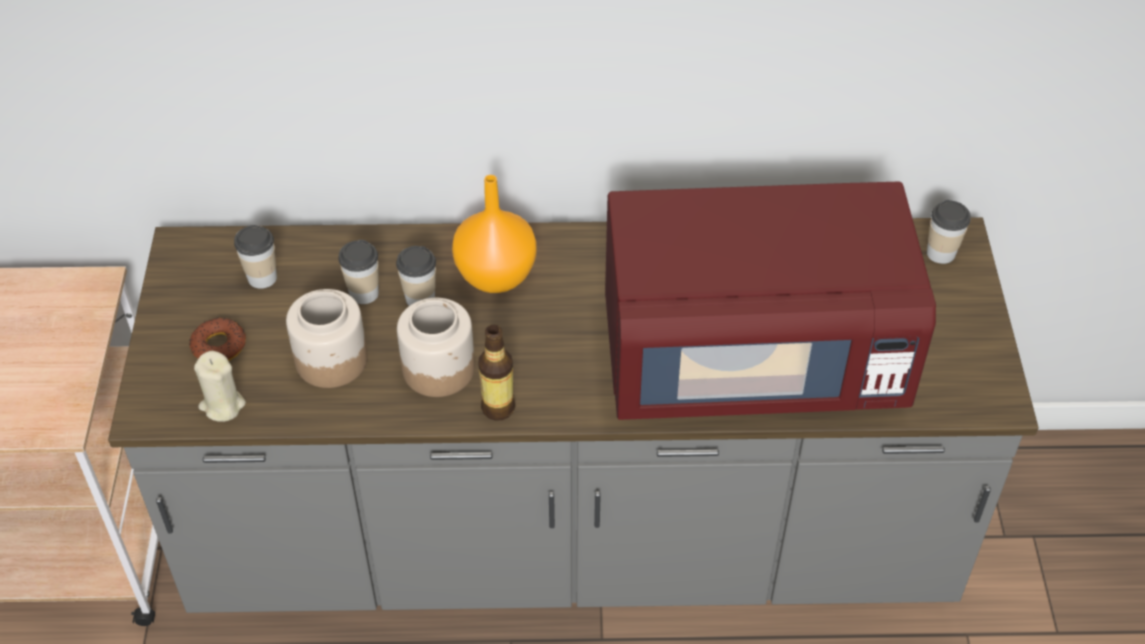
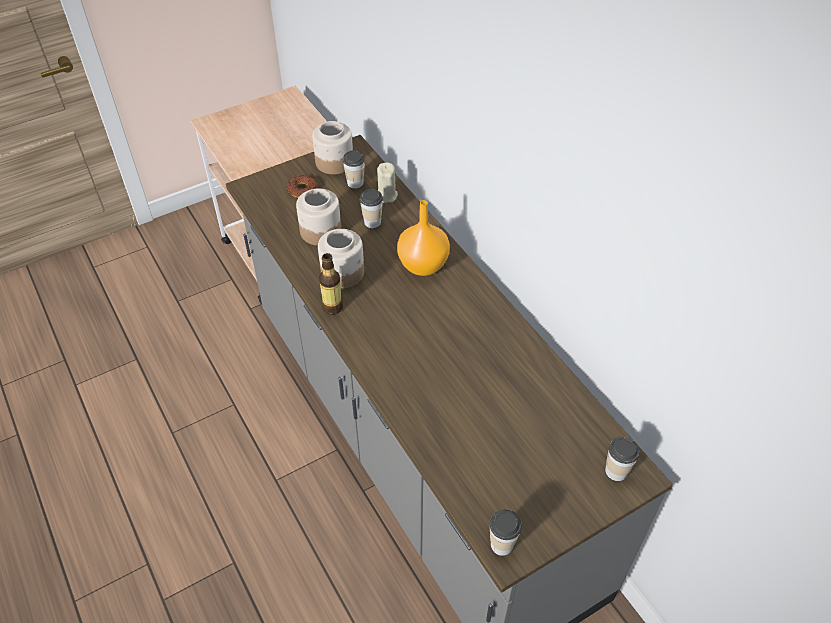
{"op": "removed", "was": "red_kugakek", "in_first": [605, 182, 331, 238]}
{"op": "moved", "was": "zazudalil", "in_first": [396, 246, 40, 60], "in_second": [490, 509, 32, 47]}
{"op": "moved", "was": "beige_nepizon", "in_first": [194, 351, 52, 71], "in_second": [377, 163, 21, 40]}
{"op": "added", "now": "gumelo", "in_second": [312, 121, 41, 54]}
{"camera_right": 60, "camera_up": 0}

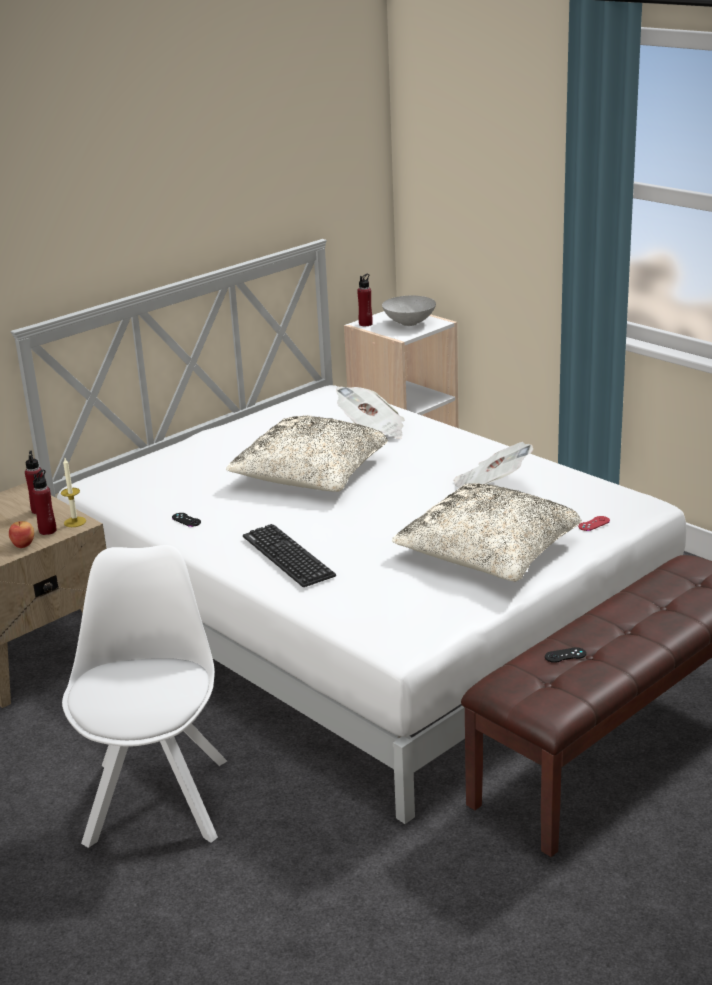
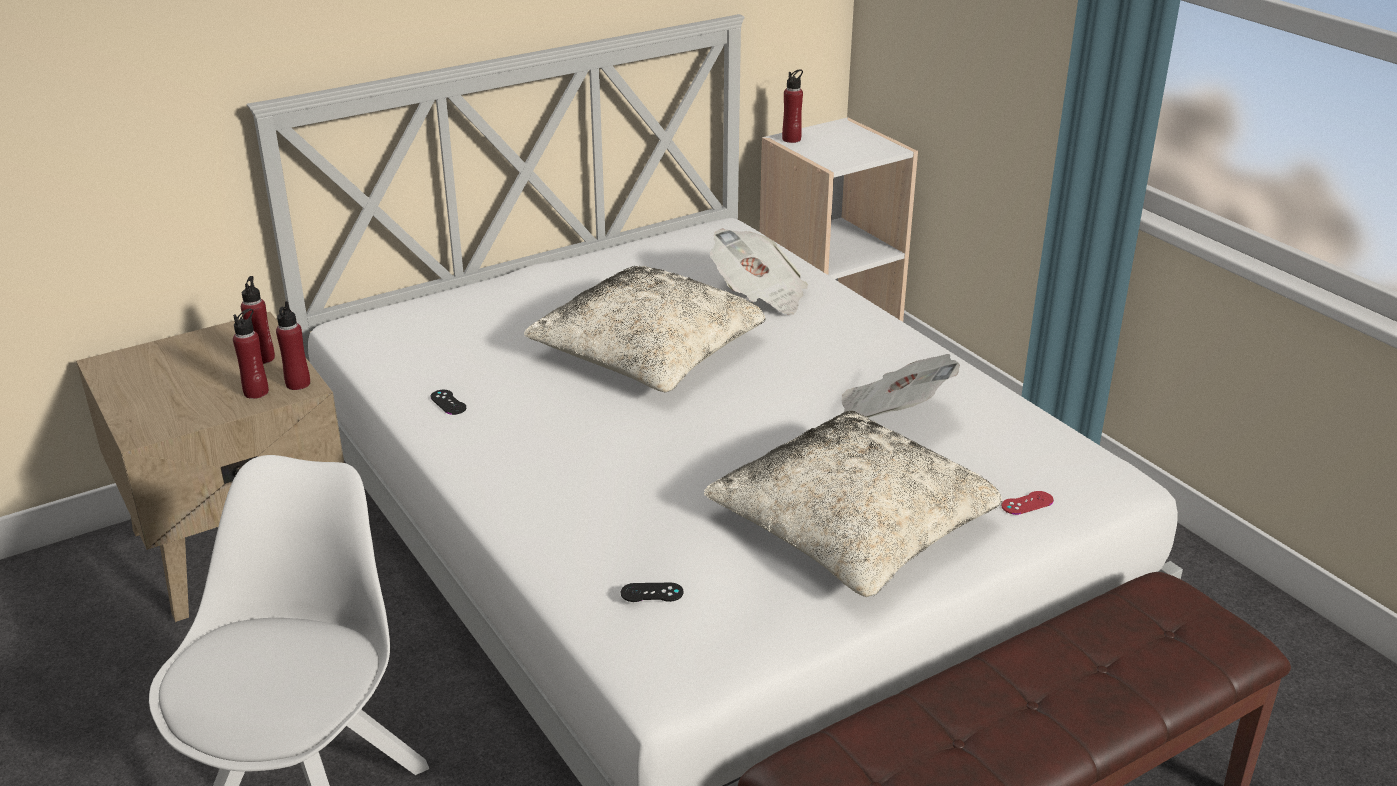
{"op": "removed", "was": "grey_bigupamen", "in_first": [382, 296, 54, 30]}
{"op": "replaced", "was": "nepizon", "now": "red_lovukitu", "in_first": [61, 458, 25, 69], "in_second": [276, 301, 34, 89]}
{"op": "removed", "was": "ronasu", "in_first": [9, 521, 25, 27]}
{"op": "removed", "was": "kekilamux", "in_first": [243, 524, 93, 63]}
{"op": "moved", "was": "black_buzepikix", "in_first": [545, 647, 41, 16], "in_second": [621, 583, 62, 19]}
{"camera_right": 10, "camera_up": 5}

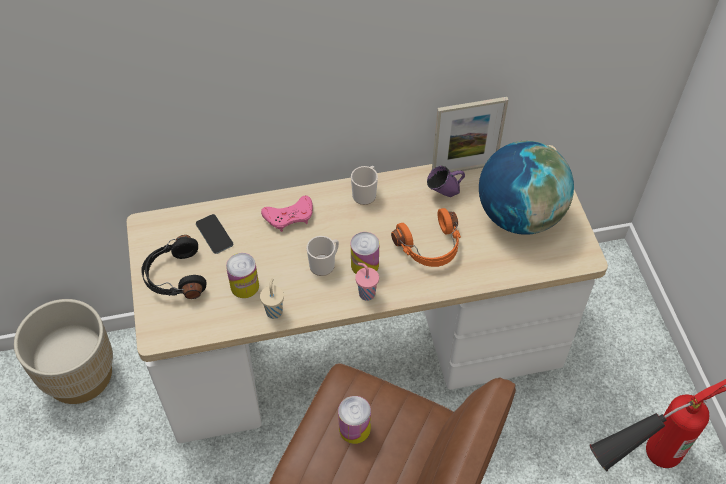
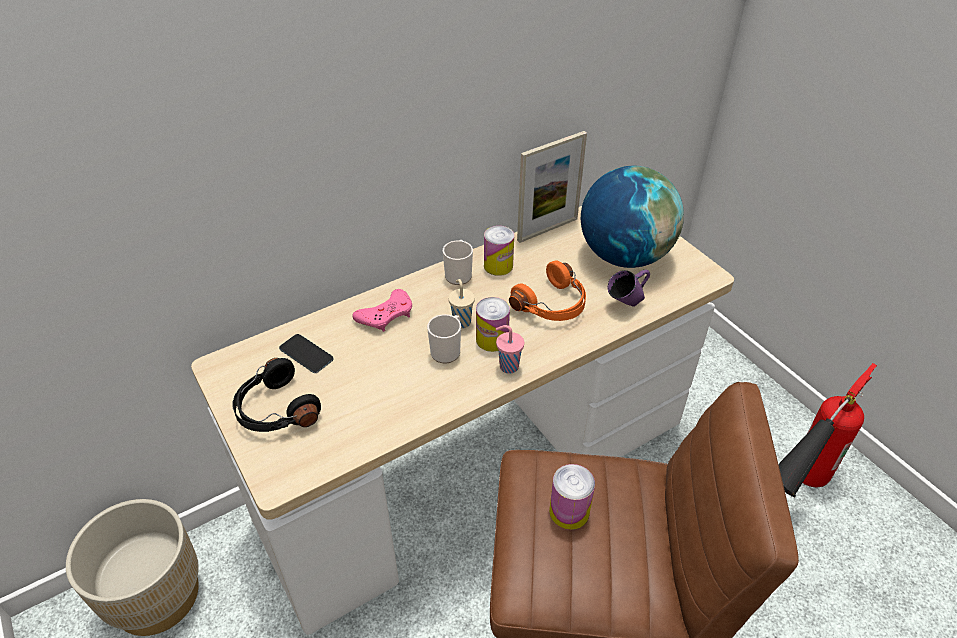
{"op": "moved", "was": "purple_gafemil", "in_first": [427, 166, 38, 31], "in_second": [607, 270, 43, 36]}
{"op": "moved", "was": "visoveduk", "in_first": [226, 253, 33, 45], "in_second": [484, 226, 30, 50]}
{"op": "moved", "was": "beige_zazudalil", "in_first": [260, 278, 24, 41], "in_second": [448, 279, 27, 49]}
{"camera_right": -20, "camera_up": -10}

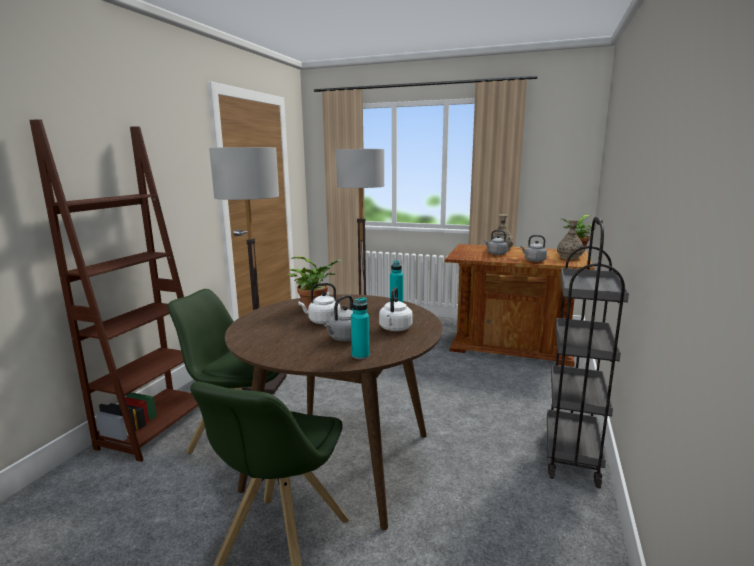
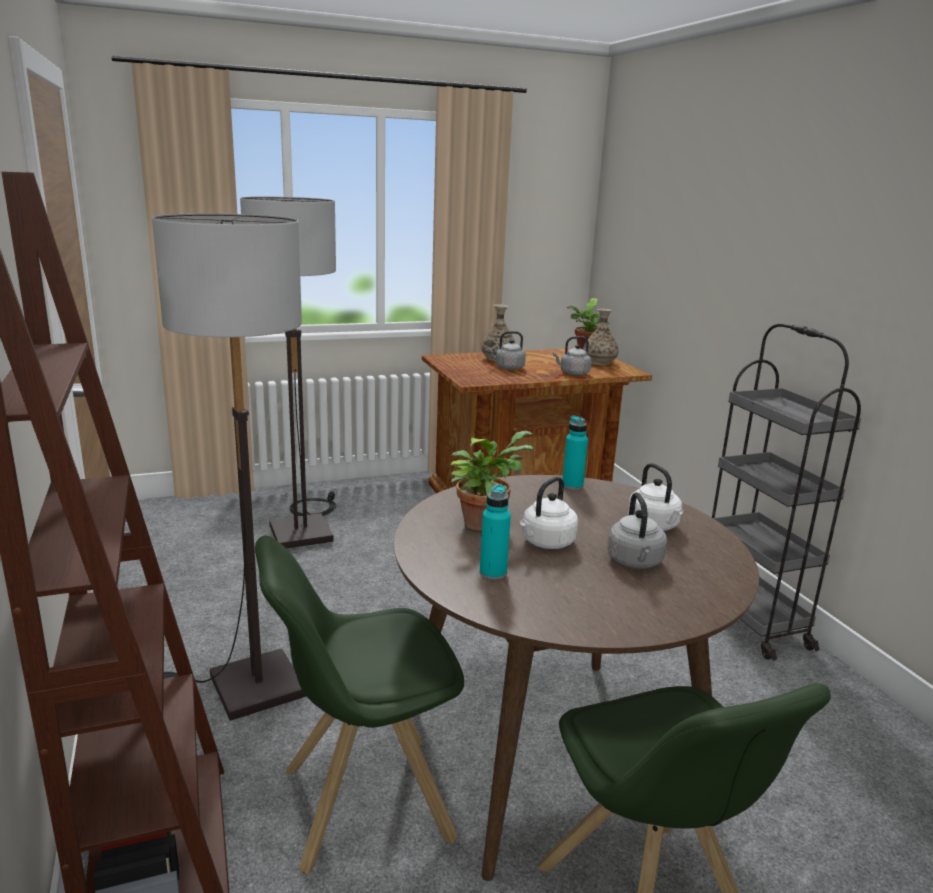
{"op": "moved", "was": "turquoise_lovukitu", "in_first": [351, 297, 19, 62], "in_second": [480, 485, 31, 95]}
{"camera_right": -40, "camera_up": 5}

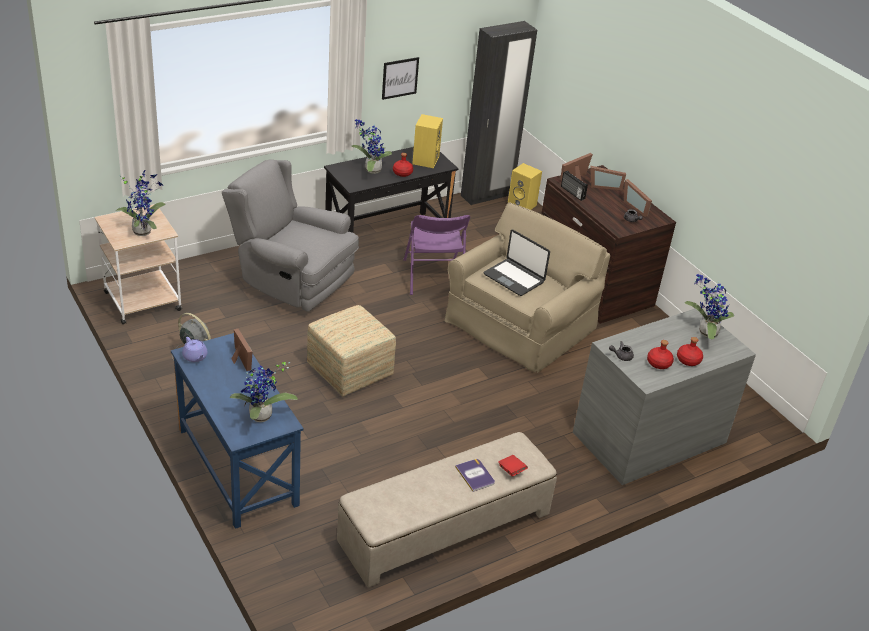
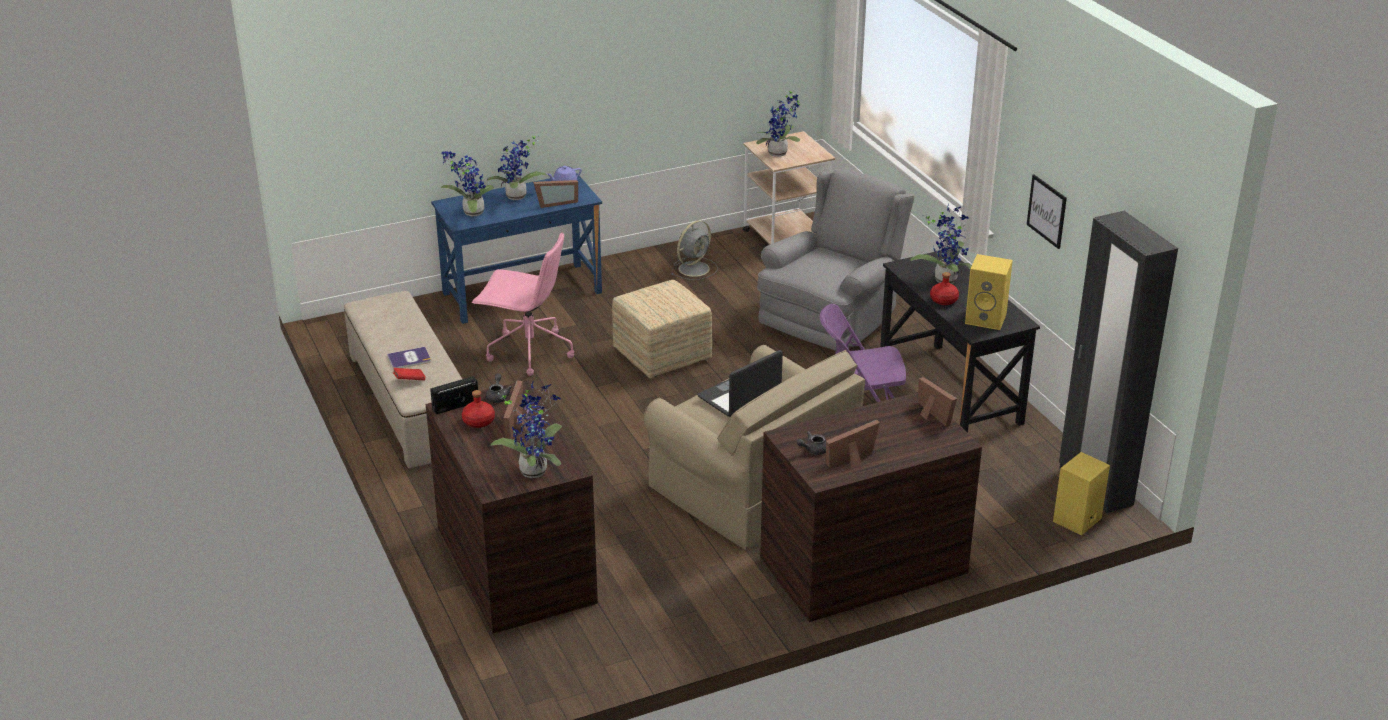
{"op": "moved", "was": "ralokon", "in_first": [590, 166, 36, 24], "in_second": [503, 381, 25, 58]}
{"op": "moved", "was": "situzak", "in_first": [561, 171, 27, 30], "in_second": [430, 376, 48, 38]}
{"op": "recoloured", "was": "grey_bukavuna", "now": "brown_bukavuna", "in_first": [573, 309, 183, 176], "in_second": [426, 380, 172, 254]}
{"op": "removed", "was": "red_lovukitu", "in_first": [677, 337, 26, 29]}
{"op": "added", "now": "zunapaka", "in_second": [487, 135, 61, 65]}
{"op": "added", "now": "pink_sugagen", "in_second": [472, 232, 102, 144]}
{"camera_right": 100, "camera_up": -5}

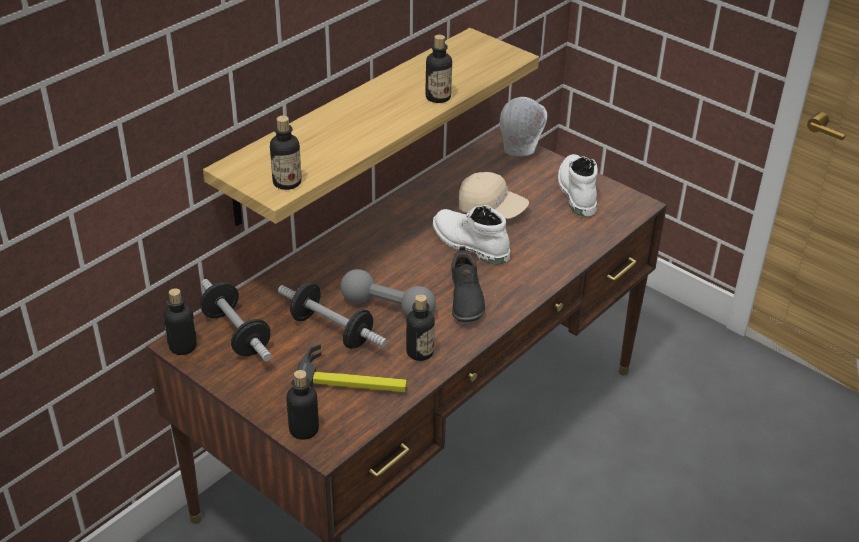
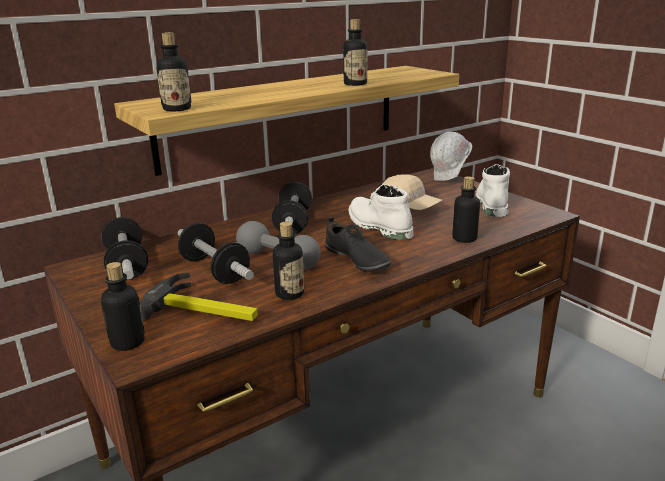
{"op": "turned", "was": "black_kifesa", "in_first": [451, 246, 34, 76], "in_second": [325, 217, 66, 55], "clockwise": -45}
{"op": "moved", "was": "lovukitu", "in_first": [164, 288, 33, 67], "in_second": [452, 176, 28, 67]}
{"op": "added", "now": "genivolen", "in_second": [272, 181, 40, 53]}
{"camera_right": 15, "camera_up": -15}

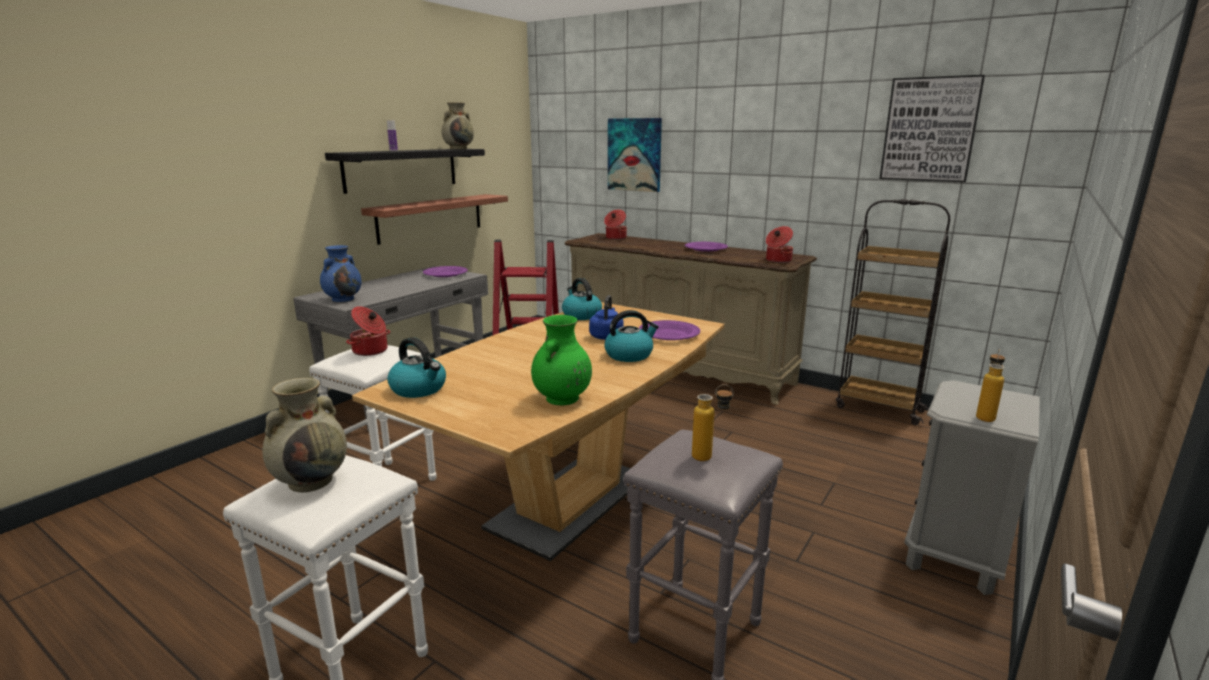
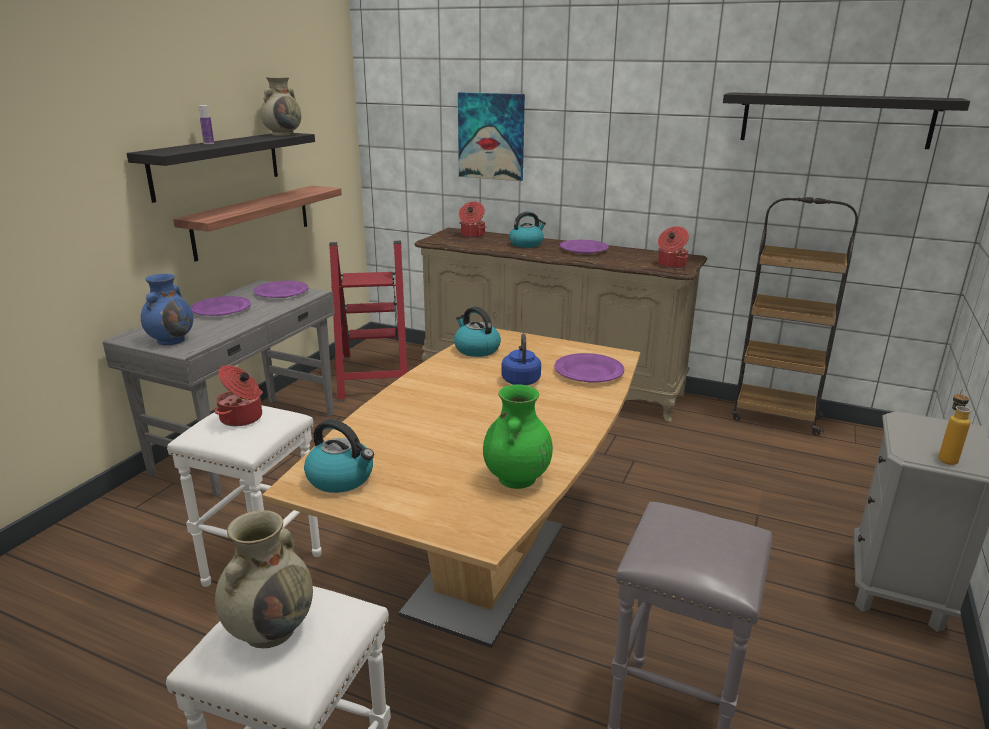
{"op": "replaced", "was": "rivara", "now": "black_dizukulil", "in_first": [879, 75, 106, 107], "in_second": [723, 92, 247, 57]}
{"op": "moved", "was": "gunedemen", "in_first": [604, 310, 55, 52], "in_second": [509, 212, 37, 36]}
{"op": "removed", "was": "lovukitu", "in_first": [692, 384, 42, 77]}
{"op": "added", "now": "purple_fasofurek", "in_second": [191, 296, 60, 20]}
{"camera_right": -10, "camera_up": 5}

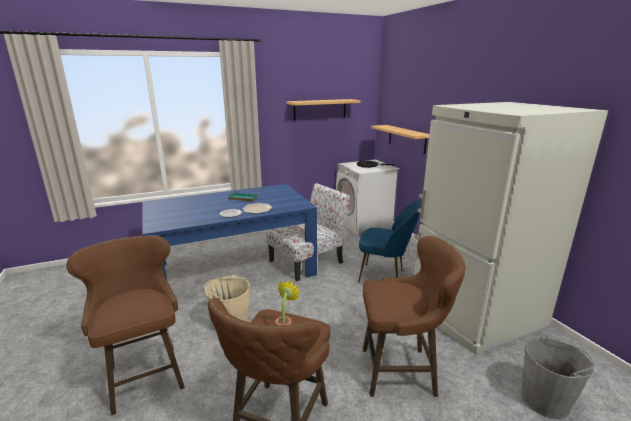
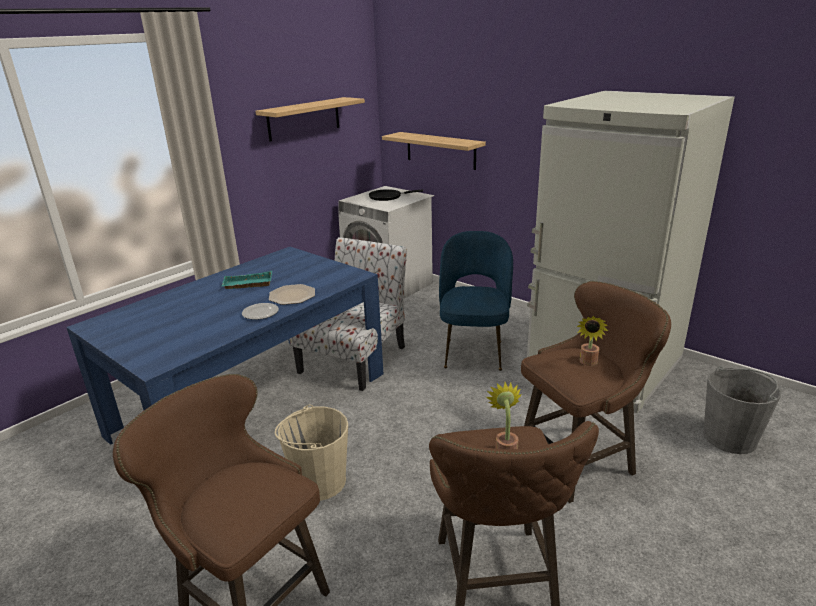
{"op": "turned", "was": "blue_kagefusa", "in_first": [358, 200, 64, 83], "in_second": [439, 231, 74, 140], "clockwise": -75}
{"op": "added", "now": "zunapaka", "in_second": [577, 316, 31, 50]}
{"camera_right": -25, "camera_up": 5}

